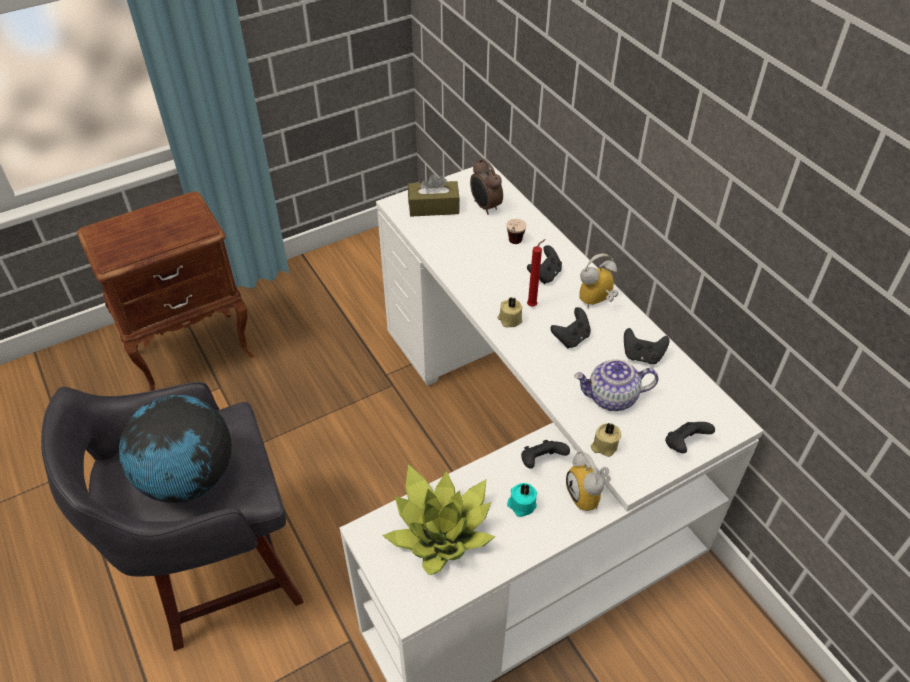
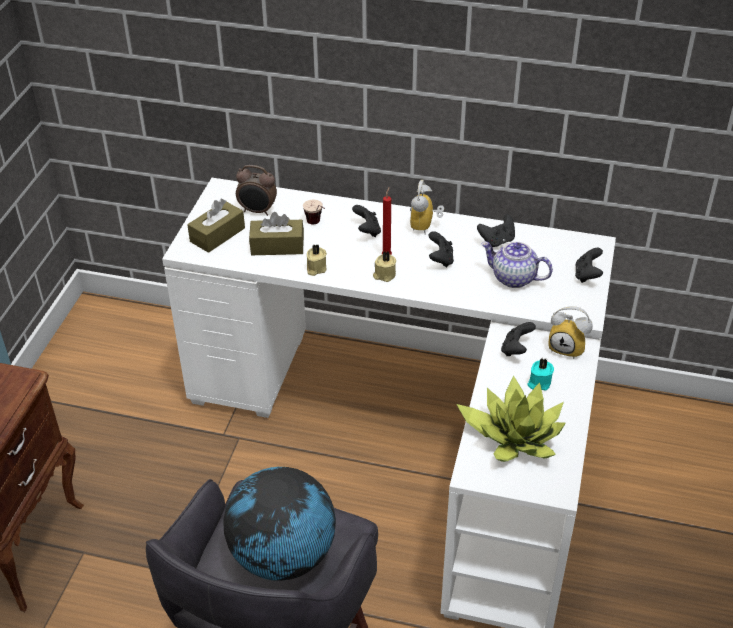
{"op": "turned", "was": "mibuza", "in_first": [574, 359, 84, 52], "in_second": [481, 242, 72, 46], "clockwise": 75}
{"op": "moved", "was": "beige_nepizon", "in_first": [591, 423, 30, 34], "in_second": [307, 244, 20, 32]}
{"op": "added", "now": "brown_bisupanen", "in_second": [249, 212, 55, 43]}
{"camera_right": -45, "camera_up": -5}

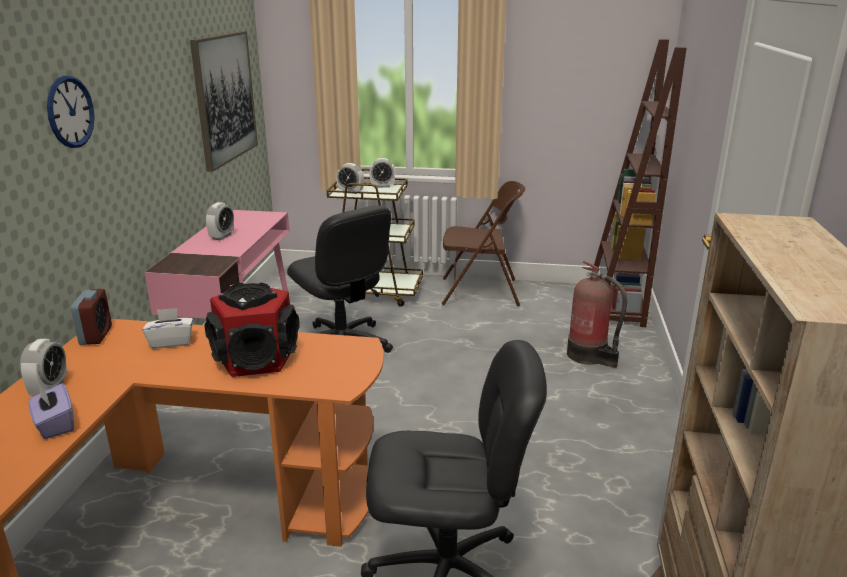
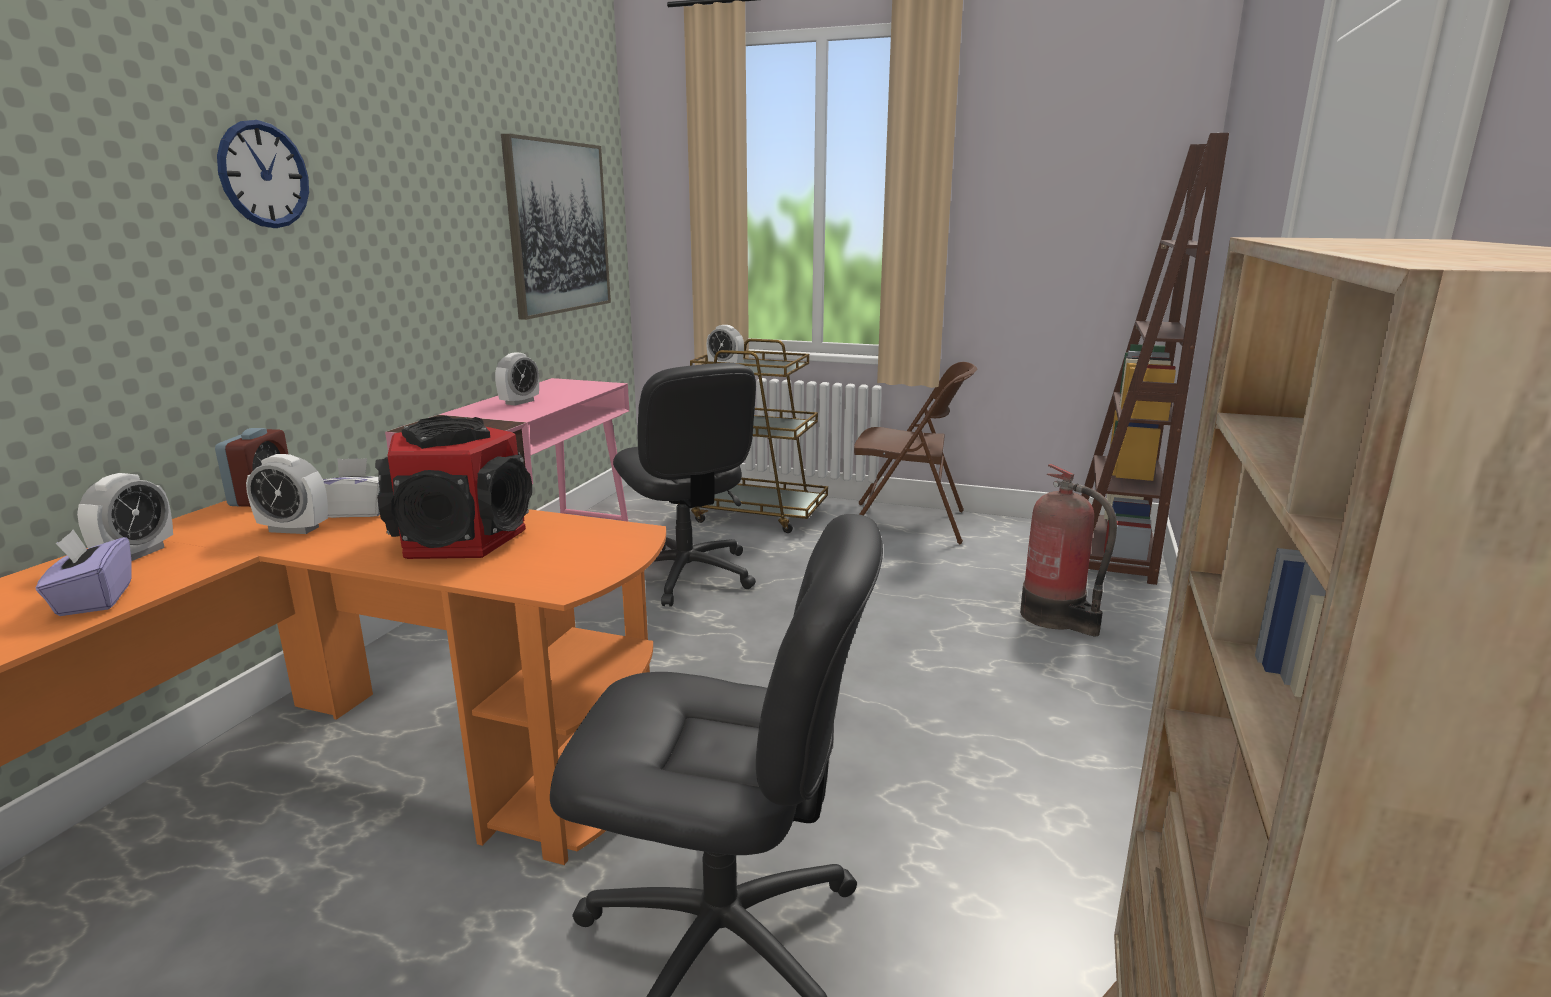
{"op": "moved", "was": "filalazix", "in_first": [369, 158, 26, 30], "in_second": [246, 454, 82, 80]}
{"camera_right": 10, "camera_up": -5}

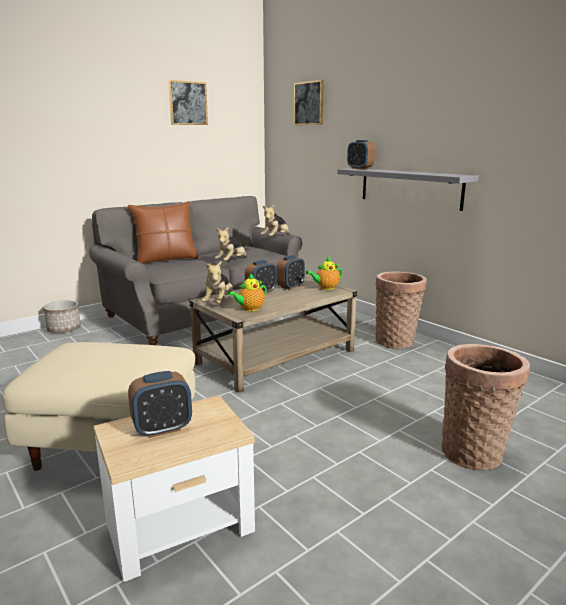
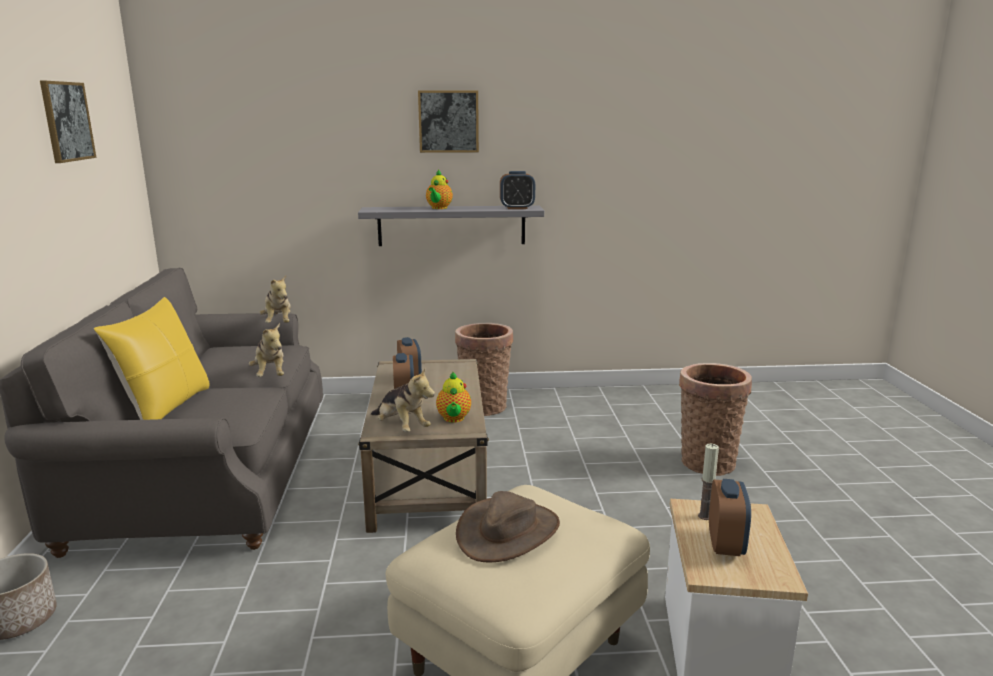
{"op": "moved", "was": "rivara", "in_first": [294, 80, 30, 45], "in_second": [418, 90, 61, 63]}
{"op": "moved", "was": "filalazix", "in_first": [347, 140, 28, 29], "in_second": [500, 171, 35, 38]}
{"op": "recoloured", "was": "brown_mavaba", "now": "yellow_mavaba", "in_first": [128, 201, 71, 63], "in_second": [94, 297, 116, 123]}
{"op": "moved", "was": "mibuza", "in_first": [306, 257, 37, 33], "in_second": [426, 169, 27, 40]}
{"op": "added", "now": "nepizon", "in_second": [698, 444, 21, 76]}
{"op": "added", "now": "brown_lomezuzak", "in_second": [456, 491, 104, 71]}
{"camera_right": -55, "camera_up": 0}

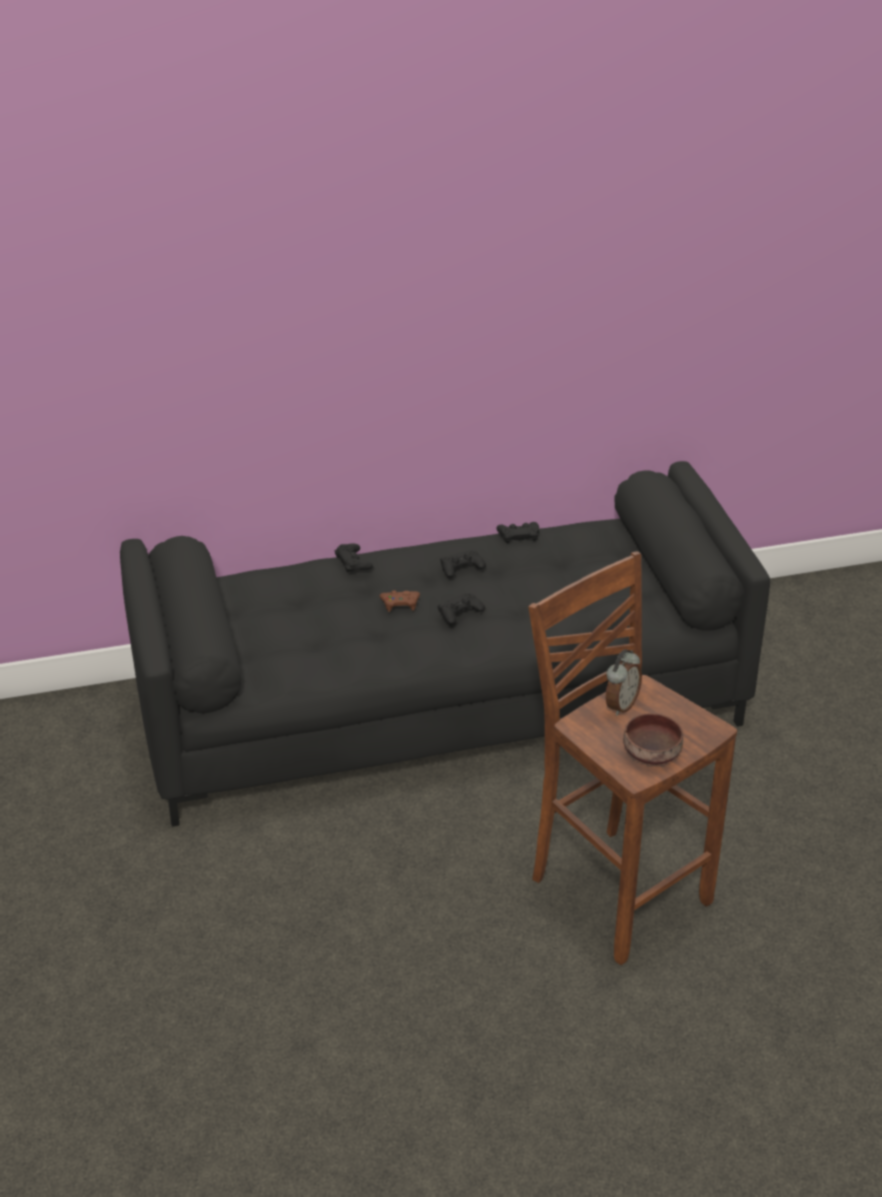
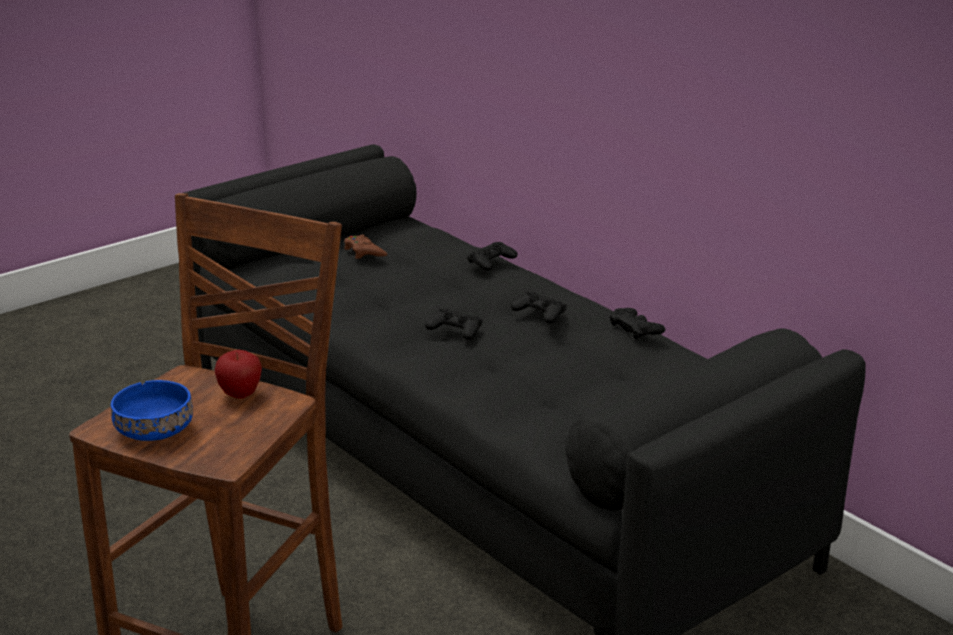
{"op": "moved", "was": "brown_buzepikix", "in_first": [379, 590, 41, 22], "in_second": [344, 235, 43, 24]}
{"op": "replaced", "was": "filalazix", "now": "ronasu", "in_first": [606, 649, 36, 67], "in_second": [215, 350, 47, 48]}
{"op": "recoloured", "was": "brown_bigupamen", "now": "blue_bigupamen", "in_first": [623, 713, 60, 52], "in_second": [111, 380, 82, 61]}
{"camera_right": 65, "camera_up": -10}

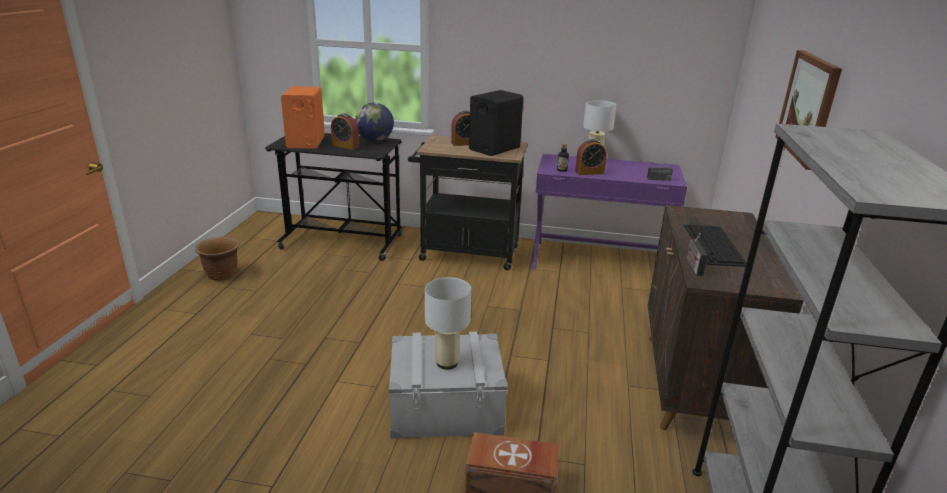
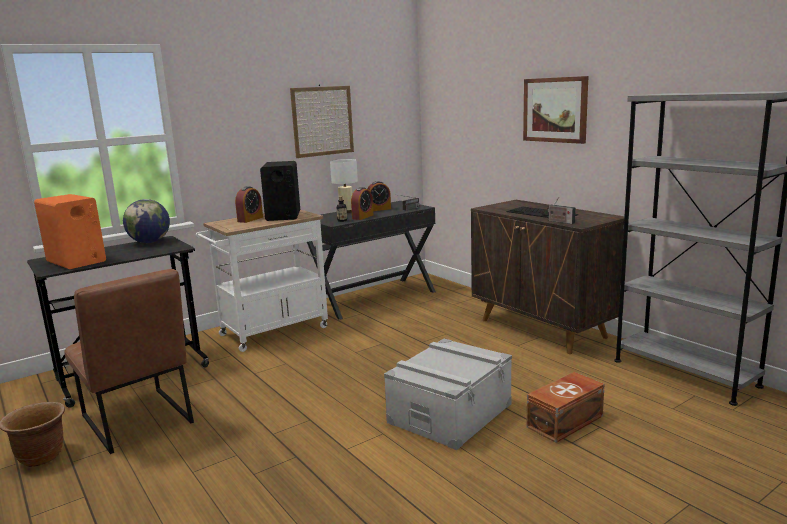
{"op": "moved", "was": "filalazix", "in_first": [331, 114, 28, 36], "in_second": [367, 181, 24, 30]}
{"op": "recoloured", "was": "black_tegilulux", "now": "white_tegilulux", "in_first": [408, 135, 120, 135], "in_second": [196, 210, 132, 142]}
{"op": "recoloured", "was": "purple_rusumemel", "now": "black_rusumemel", "in_first": [532, 154, 155, 115], "in_second": [307, 201, 129, 119]}
{"op": "removed", "was": "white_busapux", "in_first": [425, 277, 46, 93]}
{"op": "added", "now": "rivara", "in_second": [290, 84, 64, 74]}
{"op": "added", "now": "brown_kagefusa", "in_second": [64, 269, 130, 185]}
{"camera_right": -45, "camera_up": -10}

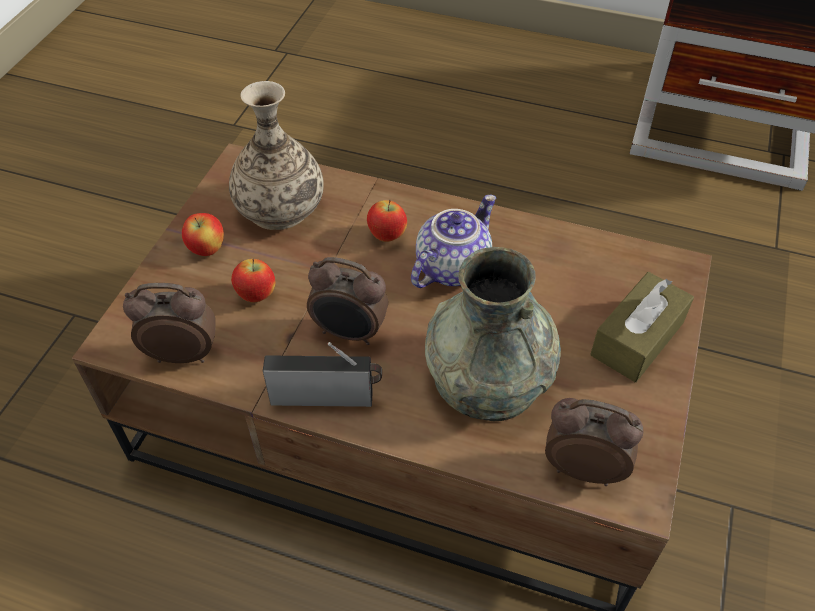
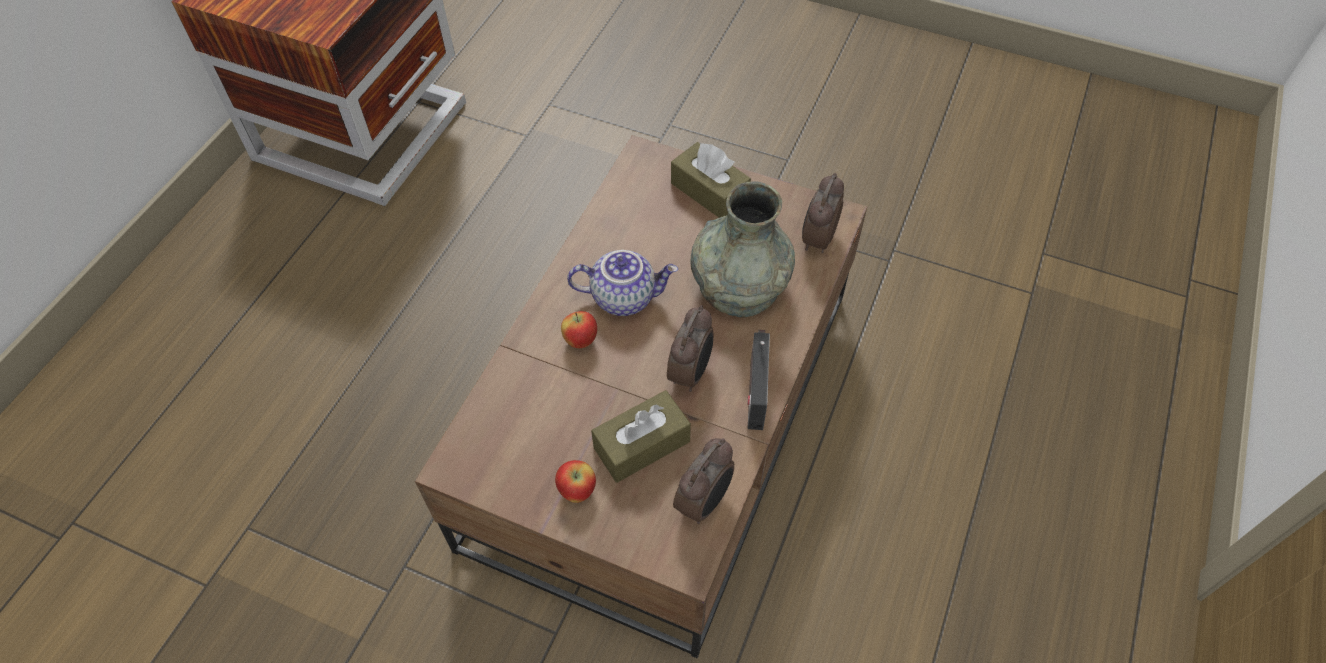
{"op": "removed", "was": "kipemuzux", "in_first": [229, 81, 95, 149]}
{"op": "turned", "was": "mibuza", "in_first": [411, 195, 85, 93], "in_second": [567, 250, 111, 66], "clockwise": 135}
{"op": "replaced", "was": "ronasu", "now": "brown_bisupanen", "in_first": [231, 259, 44, 44], "in_second": [591, 390, 100, 93]}
{"op": "turned", "was": "filalazix", "in_first": [123, 283, 93, 80], "in_second": [673, 438, 61, 86], "clockwise": -150}
{"camera_right": -85, "camera_up": 5}

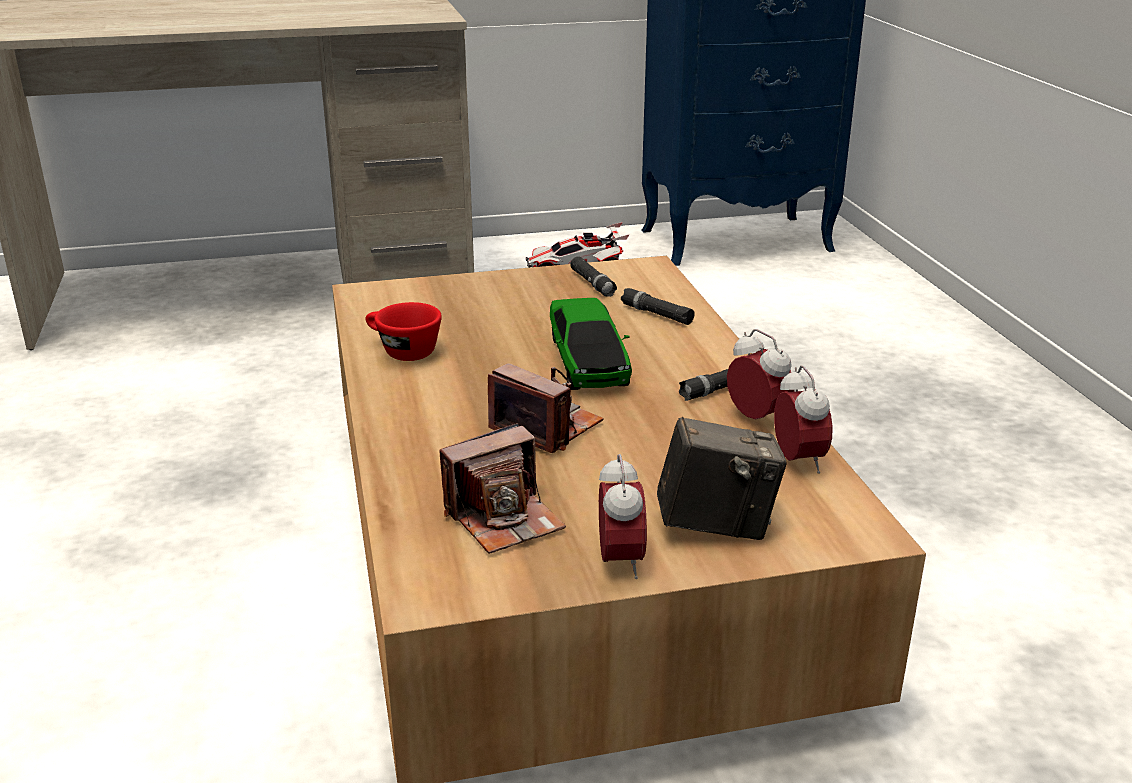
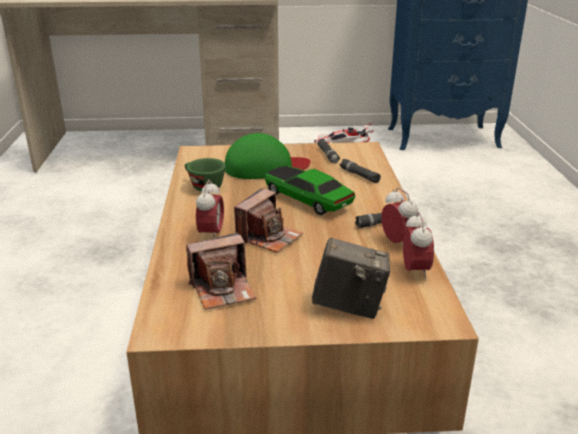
{"op": "turned", "was": "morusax", "in_first": [550, 298, 82, 92], "in_second": [265, 166, 90, 49], "clockwise": 135}
{"op": "recoloured", "was": "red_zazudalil", "now": "green_zazudalil", "in_first": [366, 302, 76, 59], "in_second": [185, 158, 41, 33]}
{"op": "turned", "was": "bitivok", "in_first": [488, 363, 116, 90], "in_second": [234, 188, 69, 65], "clockwise": 75}
{"op": "moved", "was": "filalazix", "in_first": [599, 454, 48, 125], "in_second": [196, 180, 28, 58]}
{"op": "added", "now": "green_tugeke", "in_second": [225, 133, 85, 46]}
{"camera_right": 10, "camera_up": 0}

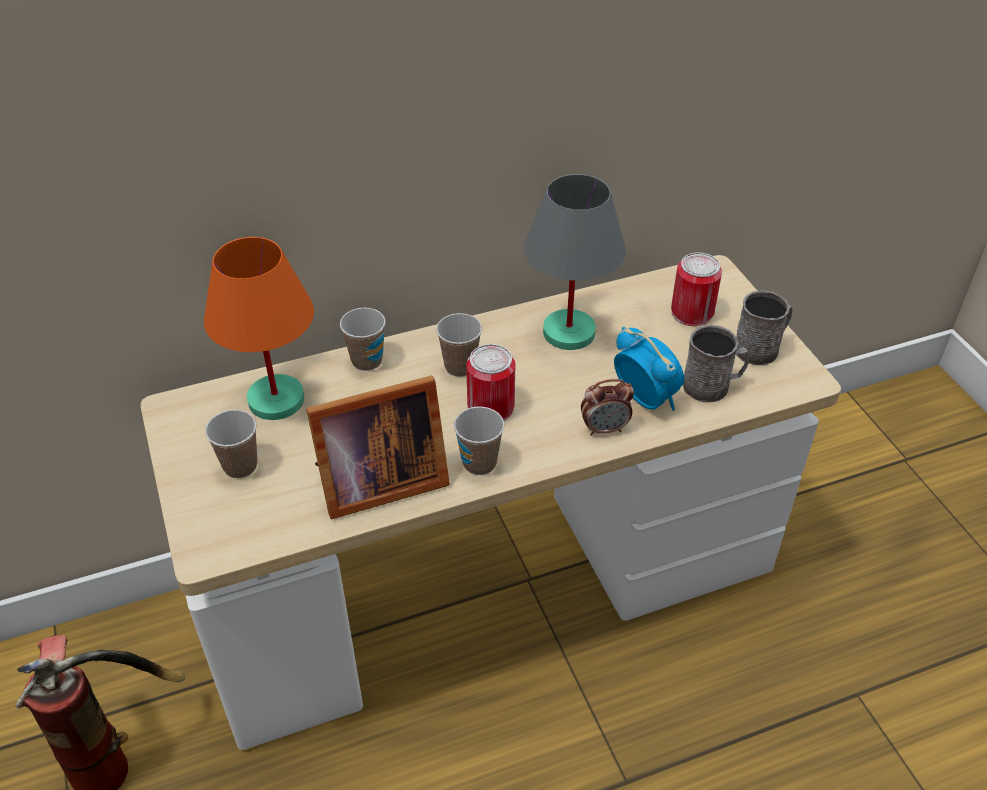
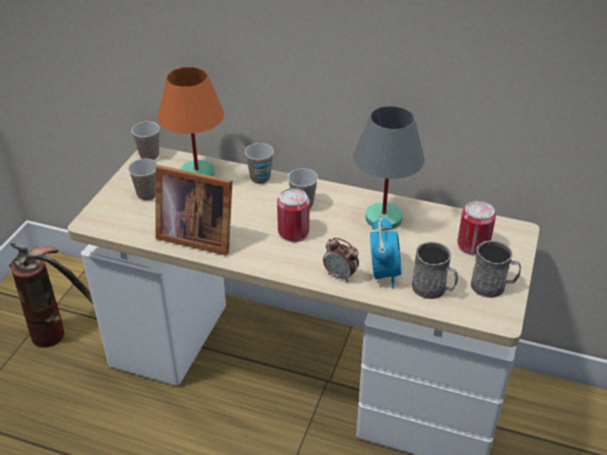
{"op": "moved", "was": "zazudalil", "in_first": [454, 407, 50, 68], "in_second": [131, 122, 29, 38]}
{"camera_right": 40, "camera_up": -5}

